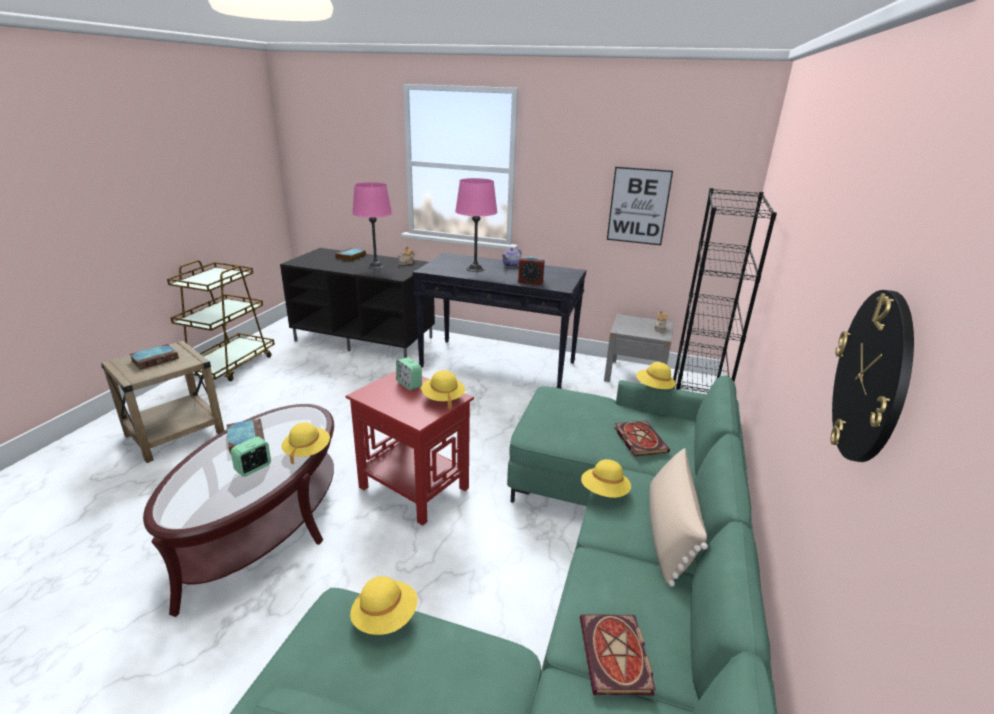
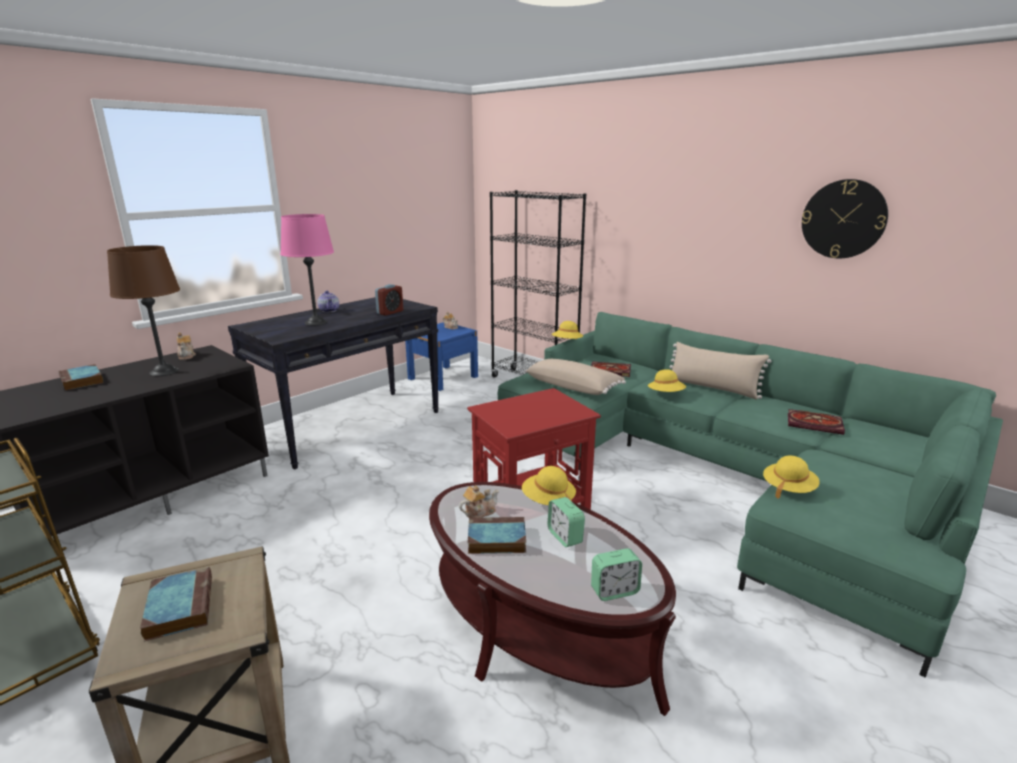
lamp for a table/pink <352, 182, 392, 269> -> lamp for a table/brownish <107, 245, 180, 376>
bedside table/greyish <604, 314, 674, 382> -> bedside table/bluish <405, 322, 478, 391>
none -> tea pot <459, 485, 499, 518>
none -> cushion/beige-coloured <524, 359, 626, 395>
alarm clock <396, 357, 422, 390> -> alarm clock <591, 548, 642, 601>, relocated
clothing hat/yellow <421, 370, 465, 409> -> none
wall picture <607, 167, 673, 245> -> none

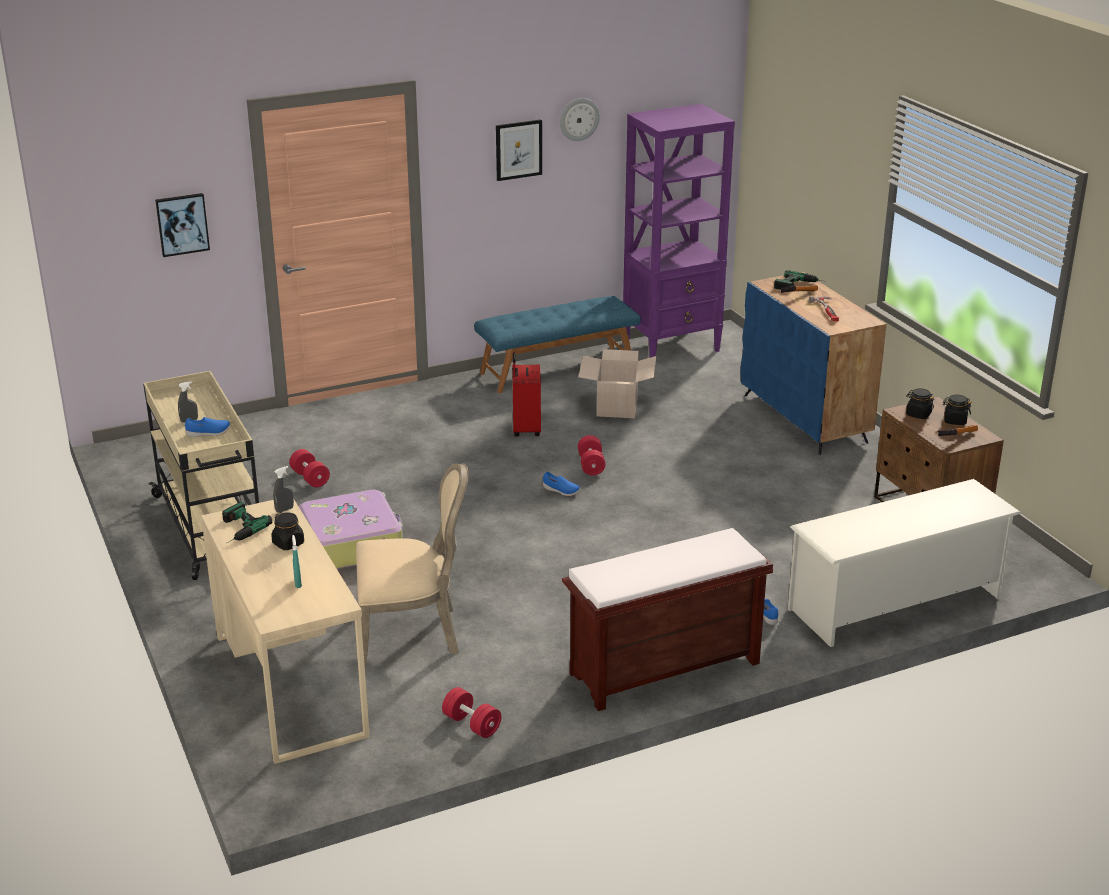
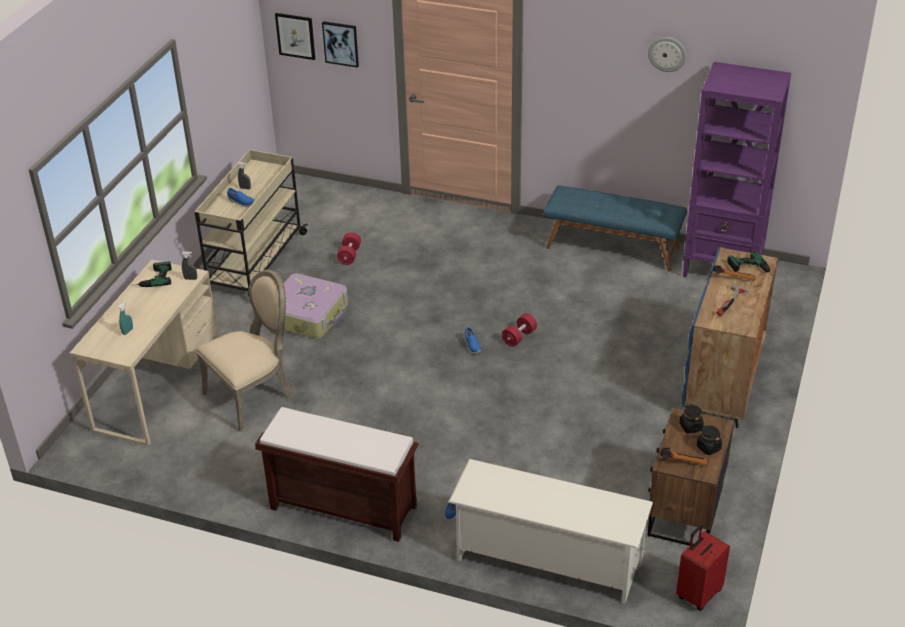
chair/beige-coloured <356, 464, 469, 669> -> chair/beige-coloured <197, 270, 294, 432>, 75 degrees counterclockwise
wall picture <496, 119, 542, 181> -> wall picture <275, 13, 315, 60>, relocated
suitcase/red <512, 353, 541, 437> -> suitcase/red <676, 525, 730, 611>, relocated
storage jar/black <271, 512, 304, 550> -> none
hand weight/red <442, 687, 501, 738> -> none
cardboard box <578, 349, 656, 418> -> none

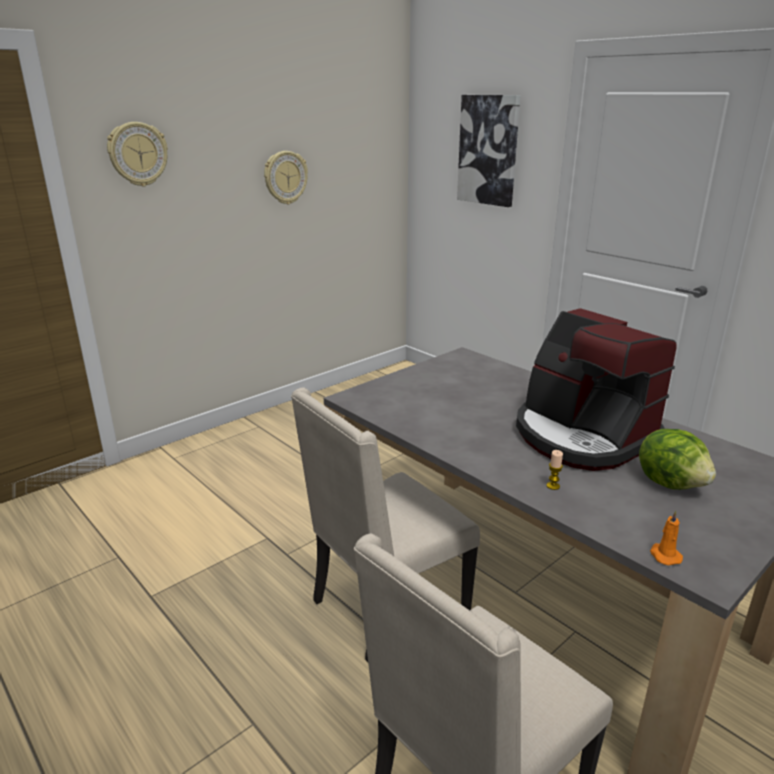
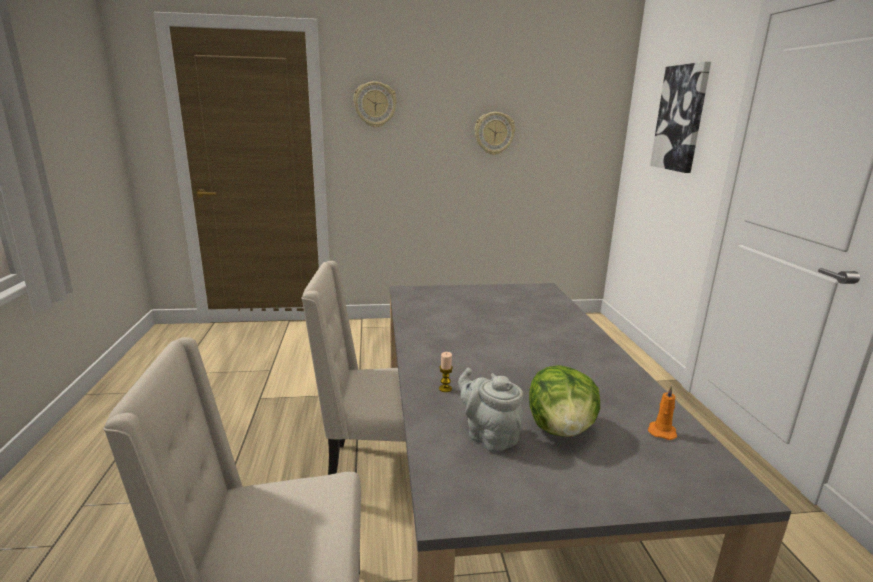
none -> tea pot/greyish <458, 368, 523, 453>
candle/orange <650, 510, 683, 565> -> candle/orange <648, 385, 677, 440>, relocated
coffee maker <516, 308, 677, 471> -> none

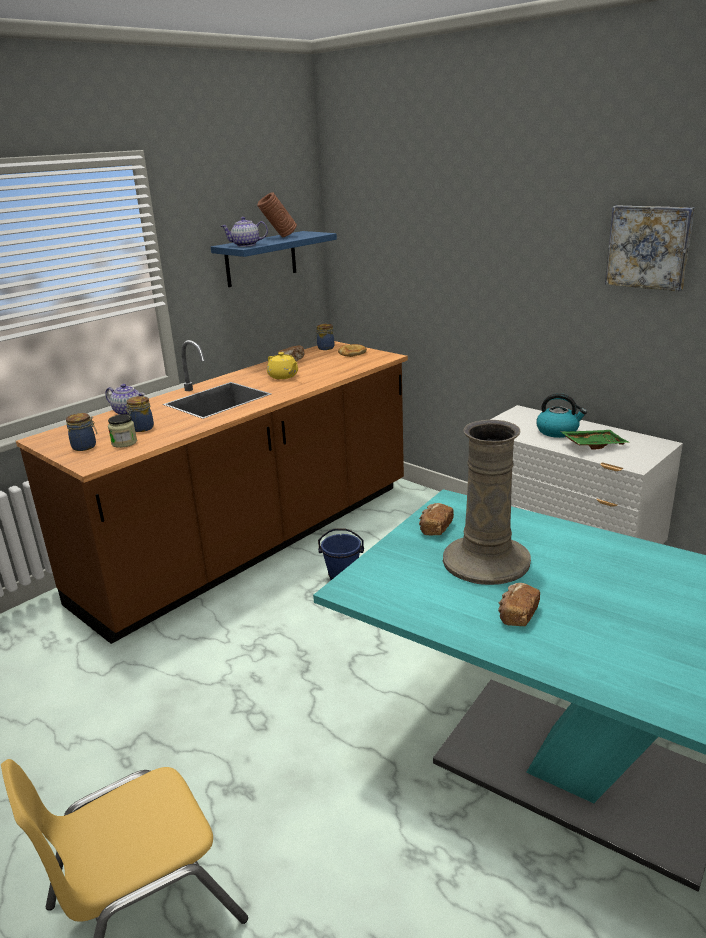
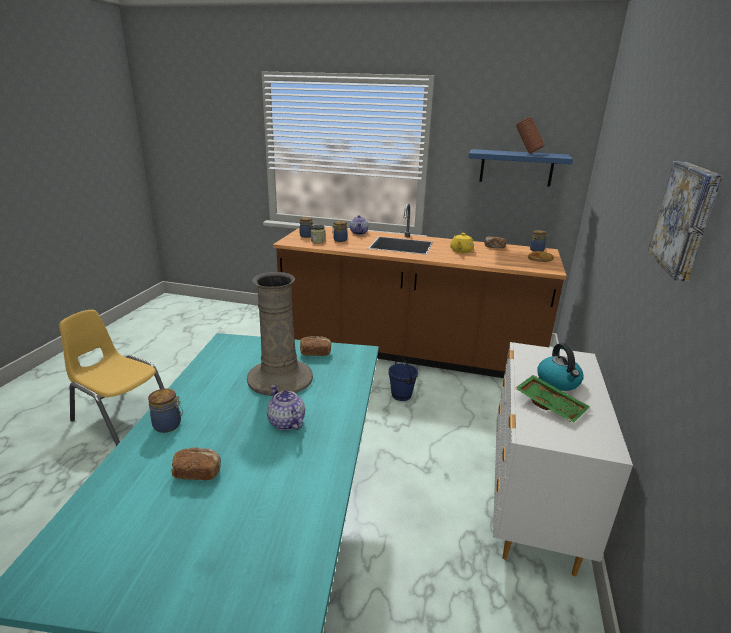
none -> storage jar <148, 388, 183, 433>
baked bread <498, 583, 540, 626> -> baked bread <172, 447, 221, 481>, relocated
tea pot <221, 217, 268, 247> -> tea pot <267, 385, 305, 430>, relocated

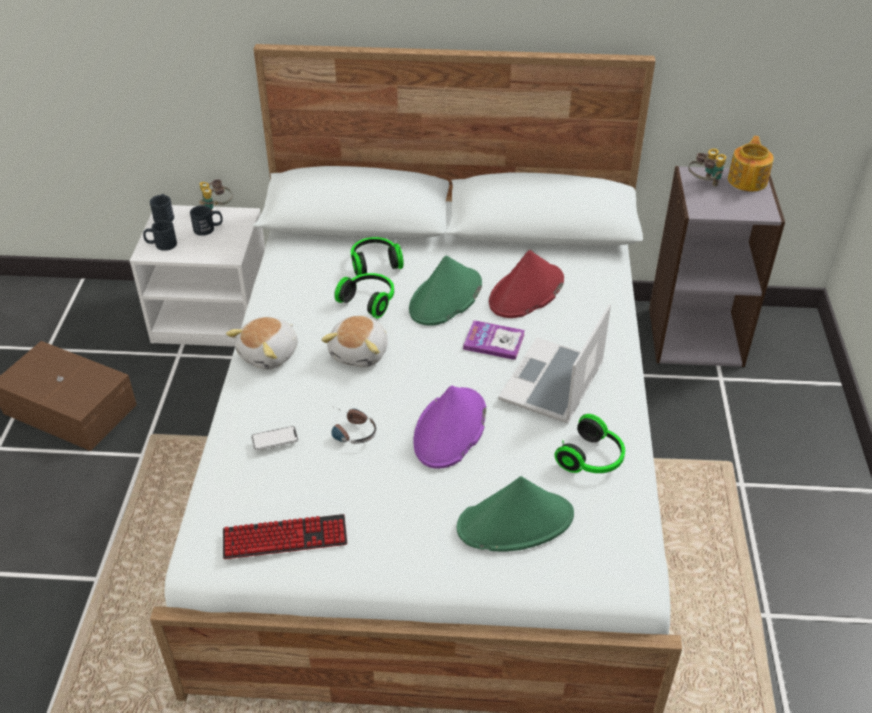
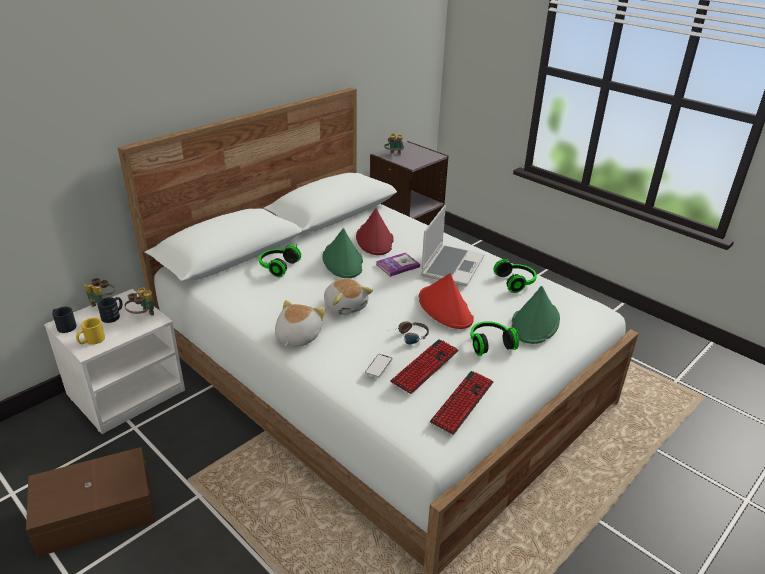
tea mug/black <143, 220, 177, 251> -> tea mug/yellow <76, 318, 105, 345>
none -> pair of binoculars <125, 287, 154, 316>
soft toy <226, 317, 298, 370> -> soft toy <275, 300, 325, 347>, 150 degrees counterclockwise
none -> PC keyboard <390, 339, 459, 394>
clothing hat/purple-coloured <413, 386, 486, 469> -> clothing hat/red <419, 273, 474, 329>
laptop <498, 304, 611, 423> -> laptop <421, 205, 485, 286>, 135 degrees counterclockwise
headphones <334, 273, 394, 318> -> headphones <470, 321, 519, 356>, relocated
tea pot <728, 136, 774, 191> -> none

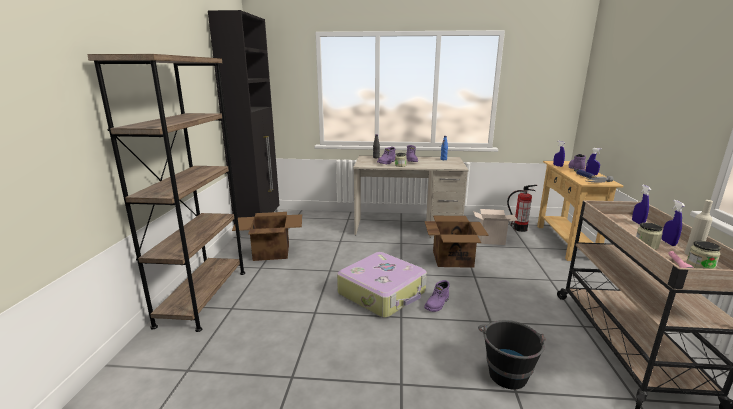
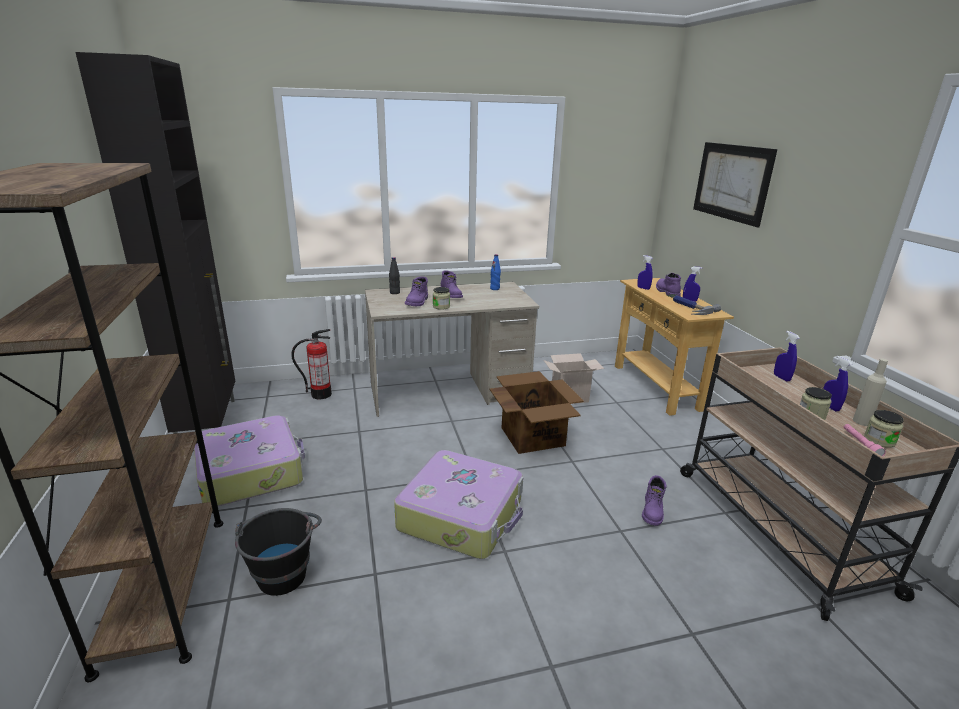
cardboard box <232, 212, 302, 261> -> suitcase <194, 415, 305, 506>
water bucket/black <478, 320, 546, 390> -> water bucket/black <235, 508, 322, 596>, relocated
fire extinguisher <507, 185, 537, 232> -> fire extinguisher <291, 329, 332, 399>, relocated
boot/purple-coloured <424, 280, 450, 312> -> boot/purple-coloured <642, 475, 667, 526>, relocated
none -> wall picture <693, 142, 777, 228>

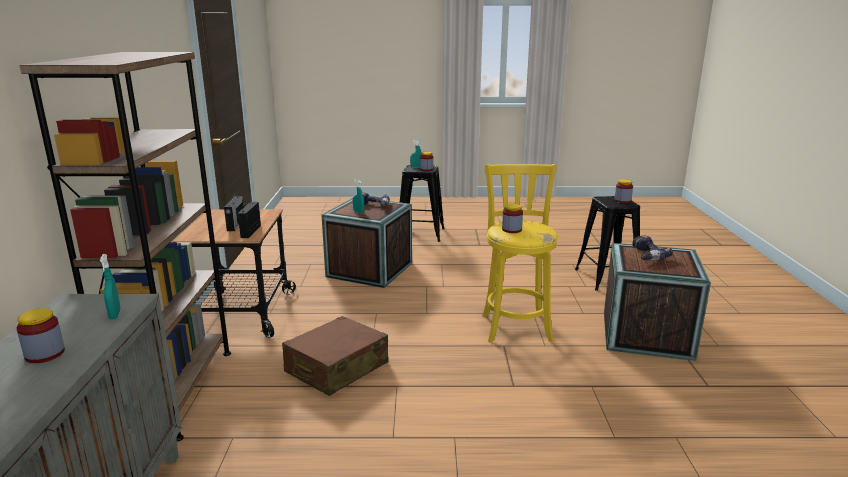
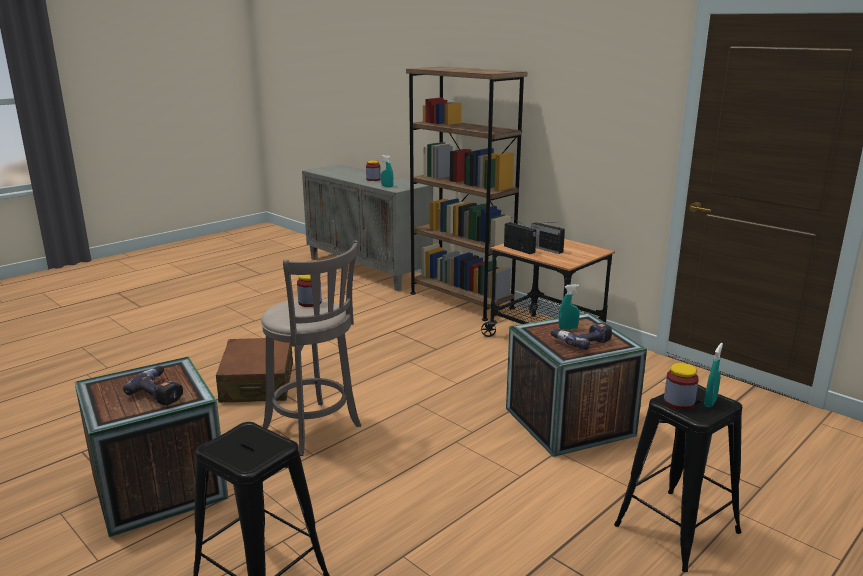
suitcase/brownish <282, 316, 389, 396> -> suitcase/brownish <216, 338, 293, 403>, relocated
stool seat/yellow <482, 164, 558, 343> -> stool seat/greyish <261, 240, 361, 456>
storage jar <614, 179, 633, 203> -> none

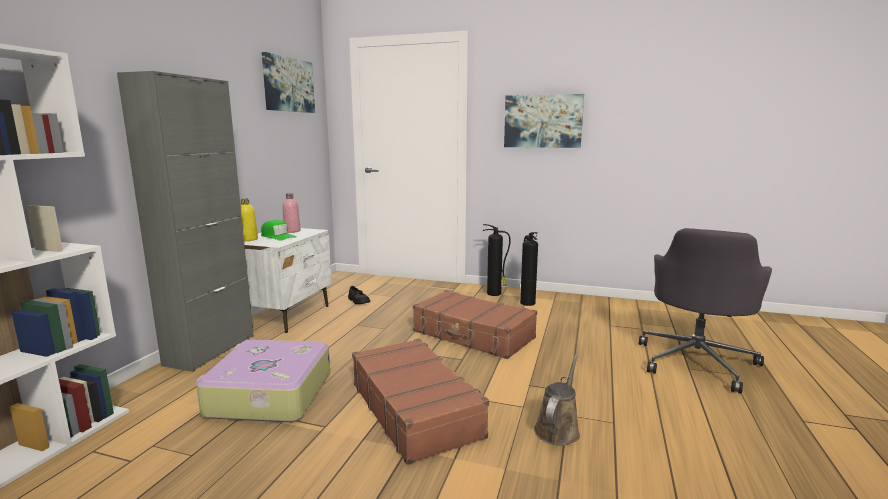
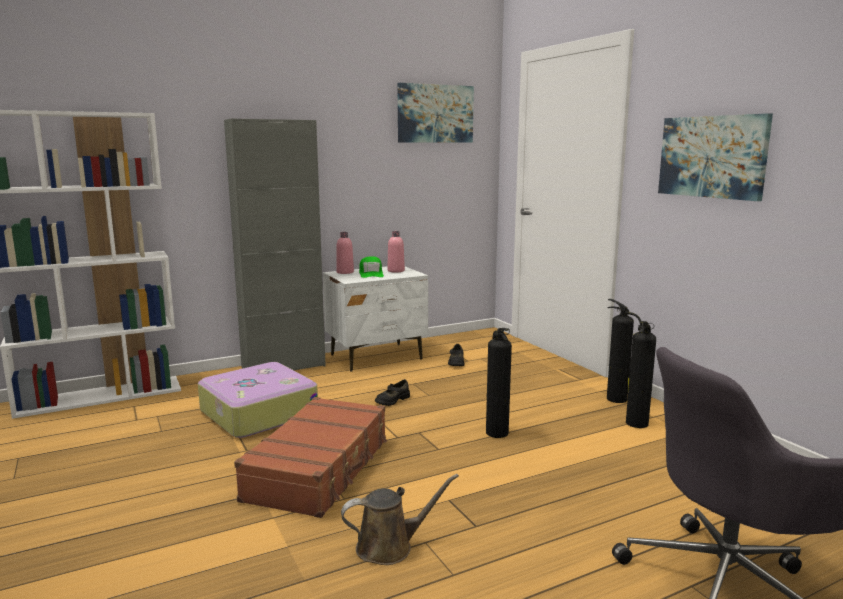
beverage bottle/yellow <241, 199, 258, 241> -> beverage bottle/pink <336, 232, 354, 274>
none -> low shoe/black <375, 379, 410, 406>
suitcase/brownish <413, 290, 537, 359> -> fire extinguisher <486, 328, 512, 438>

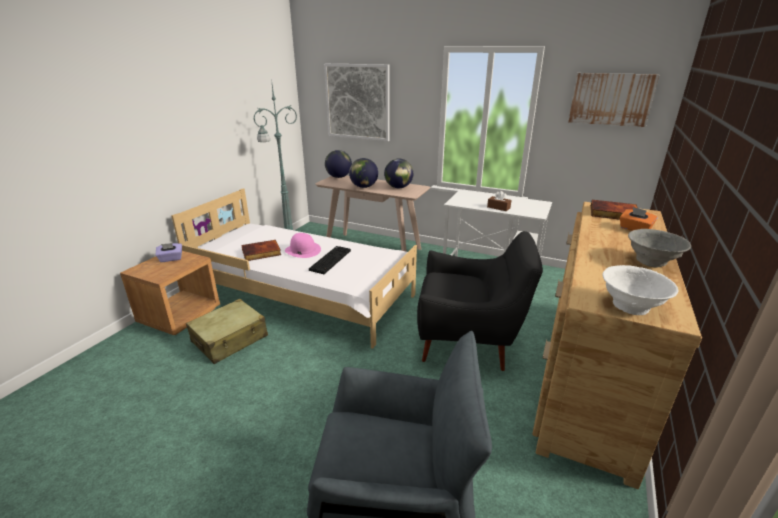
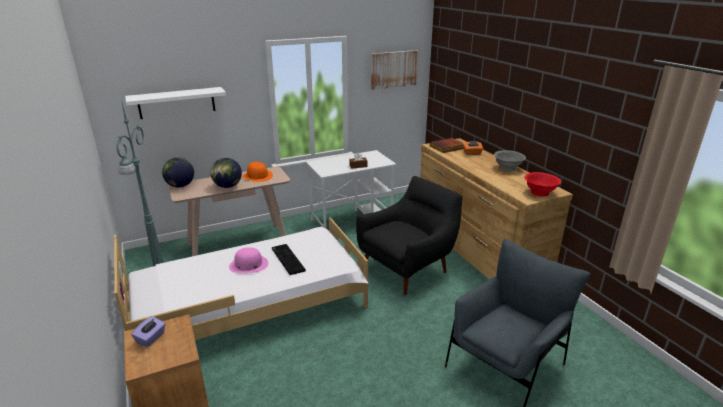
wall picture <324, 64, 389, 141> -> wall shelf/white-coloured <125, 87, 226, 119>
globe <384, 159, 414, 188> -> clothing hat/orange <243, 162, 273, 182>
bowl/white-coloured <602, 265, 679, 315> -> bowl/red <524, 172, 561, 197>
suitcase/beige-coloured <186, 299, 268, 364> -> none
bound book <241, 240, 281, 261> -> none

